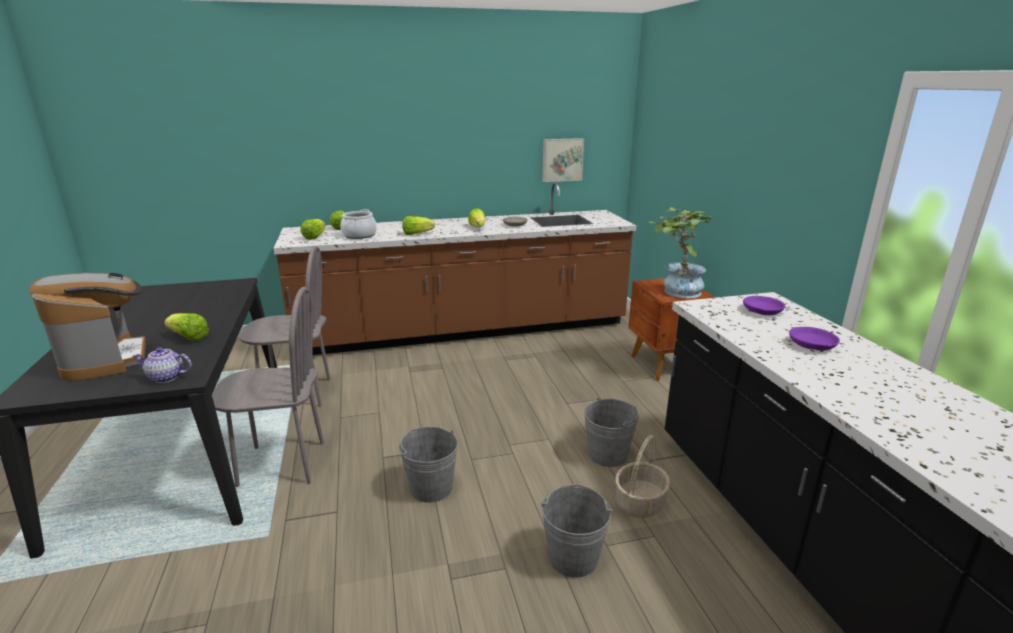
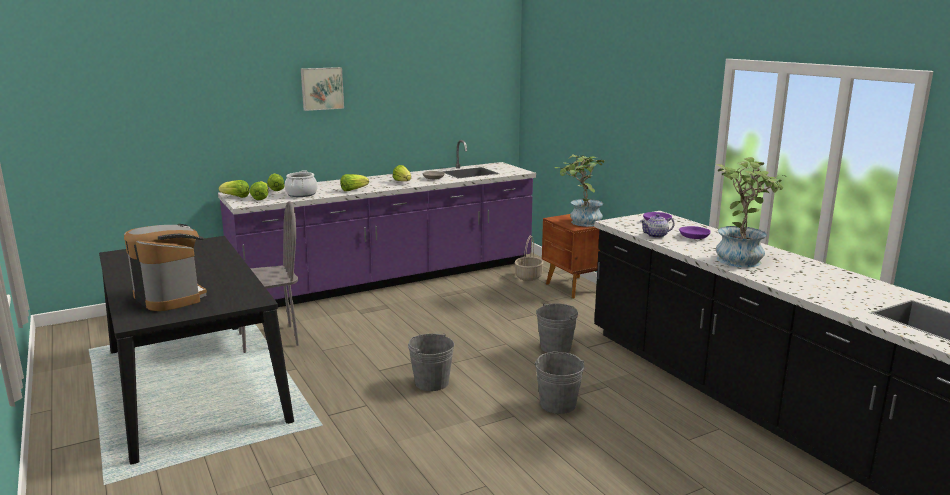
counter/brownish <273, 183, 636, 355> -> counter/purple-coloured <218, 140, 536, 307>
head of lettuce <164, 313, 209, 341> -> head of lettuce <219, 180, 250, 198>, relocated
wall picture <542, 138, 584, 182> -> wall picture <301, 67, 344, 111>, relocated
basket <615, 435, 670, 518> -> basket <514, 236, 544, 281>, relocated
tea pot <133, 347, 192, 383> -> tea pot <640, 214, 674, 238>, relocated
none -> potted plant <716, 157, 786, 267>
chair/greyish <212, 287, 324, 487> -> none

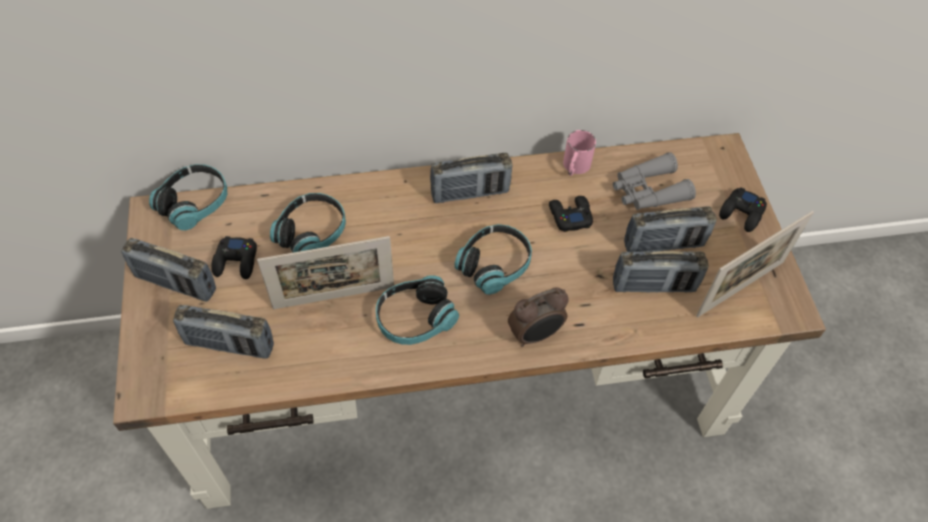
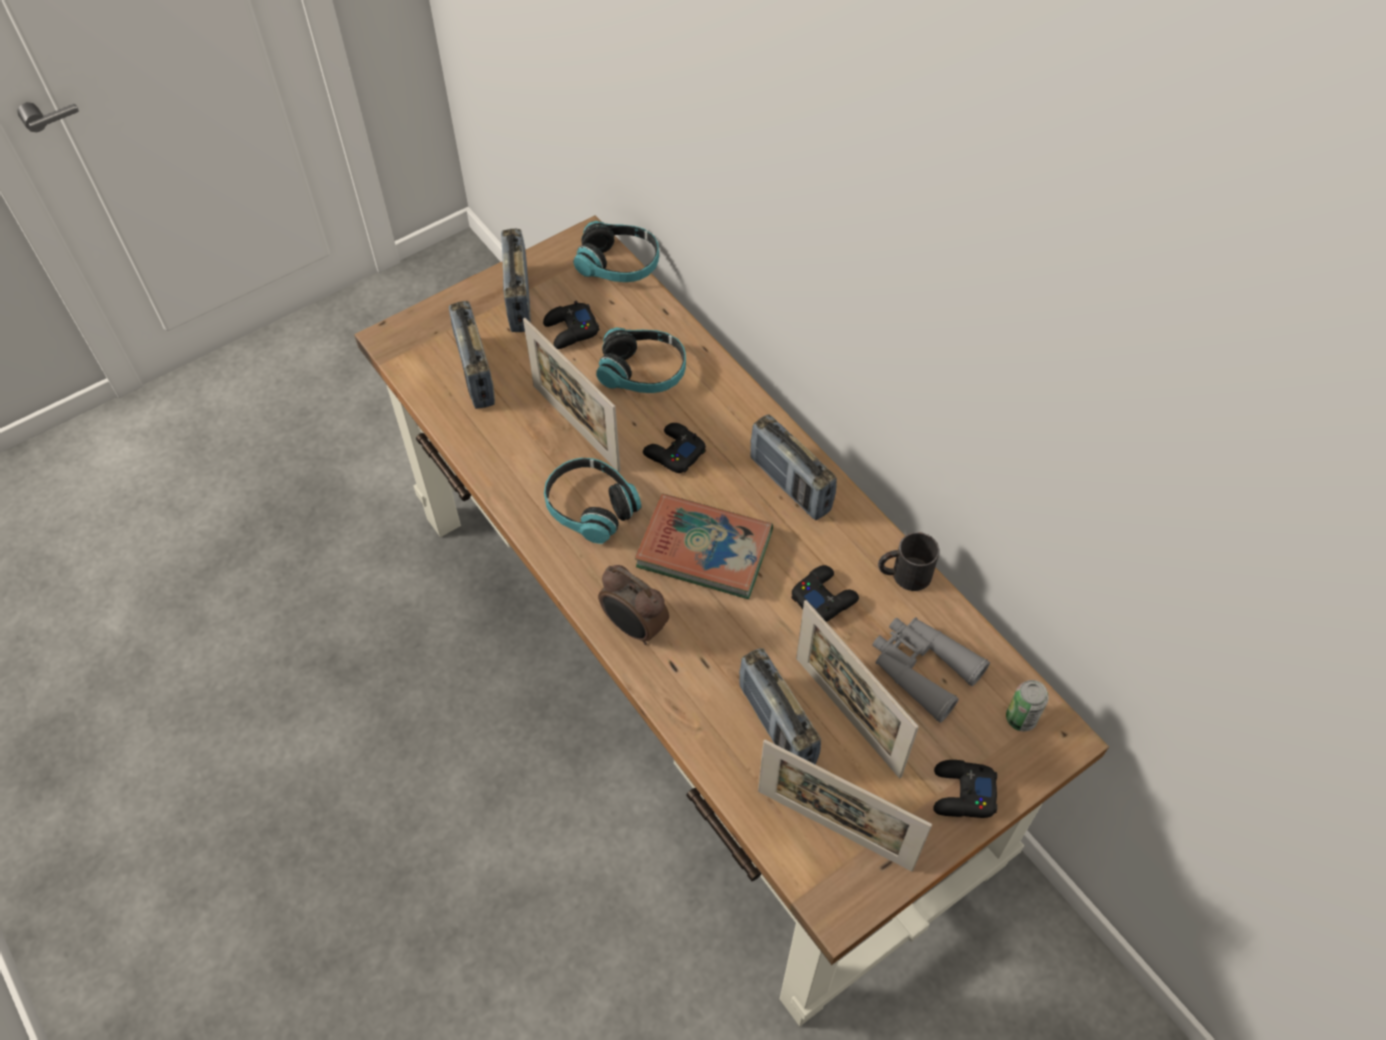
headphones <454, 224, 532, 295> -> bound book <635, 493, 773, 599>
none -> game controller/black <643, 423, 706, 473>
radio set <624, 206, 716, 252> -> standing frame <796, 600, 919, 779>
tea mug/pink <563, 130, 596, 176> -> tea mug/black <878, 532, 940, 591>
none -> metal can <1006, 680, 1049, 732>

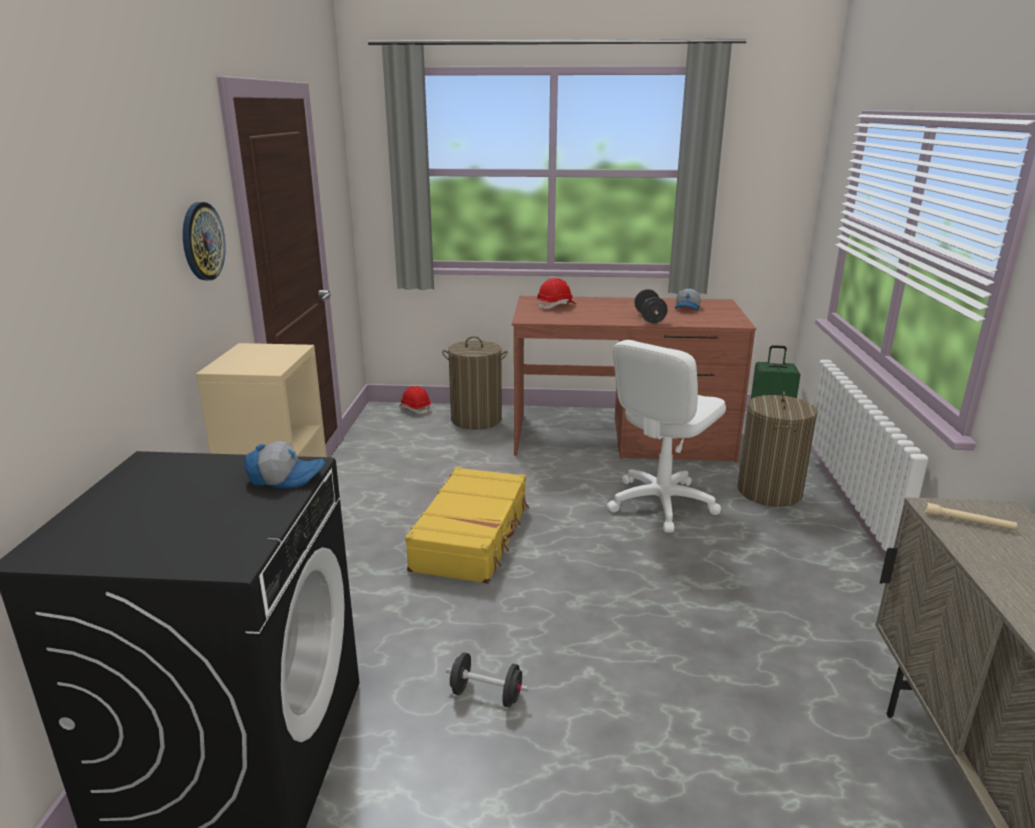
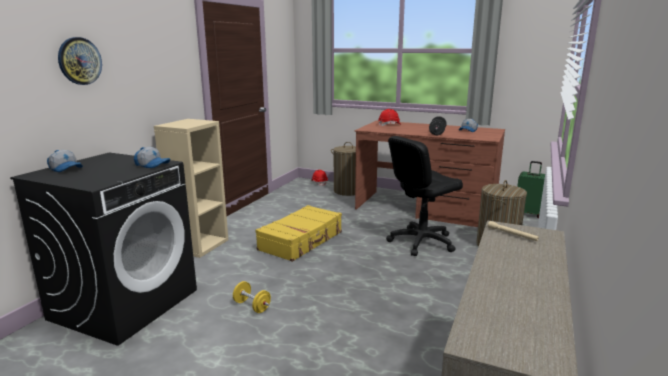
none -> baseball cap <47, 150, 83, 172>
clock on the wall <183, 202, 226, 280> -> clock on the wall <58, 37, 102, 85>, relocated
hand weight/black <446, 652, 528, 707> -> hand weight/yellow <233, 281, 271, 313>
desk chair/white-coloured <607, 340, 726, 533> -> desk chair/black <386, 136, 463, 256>

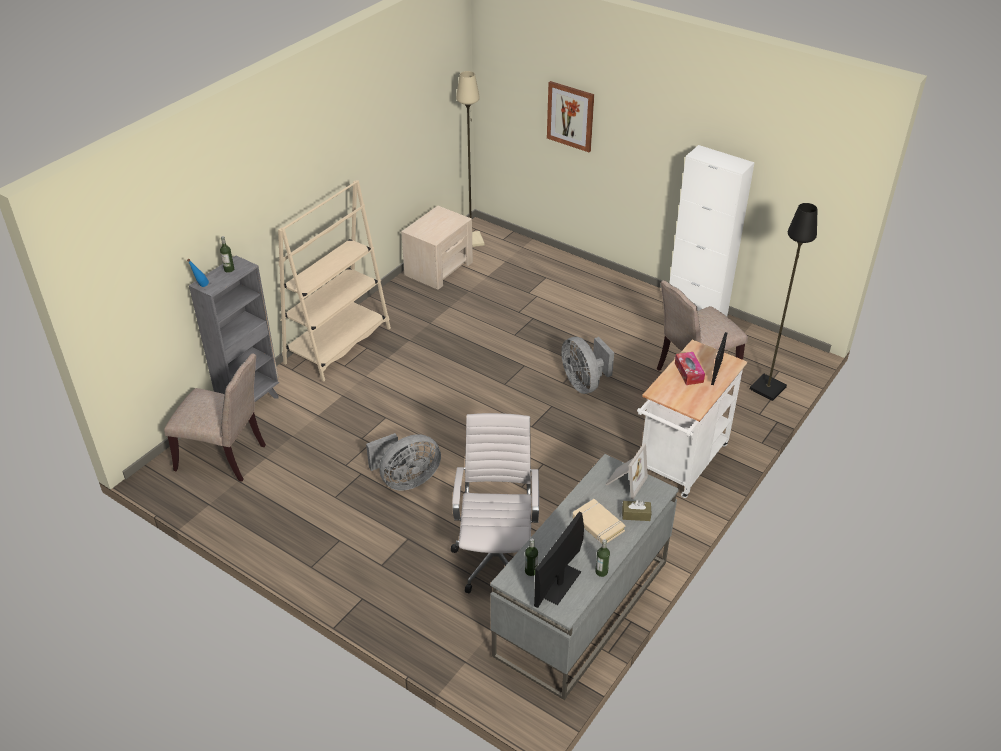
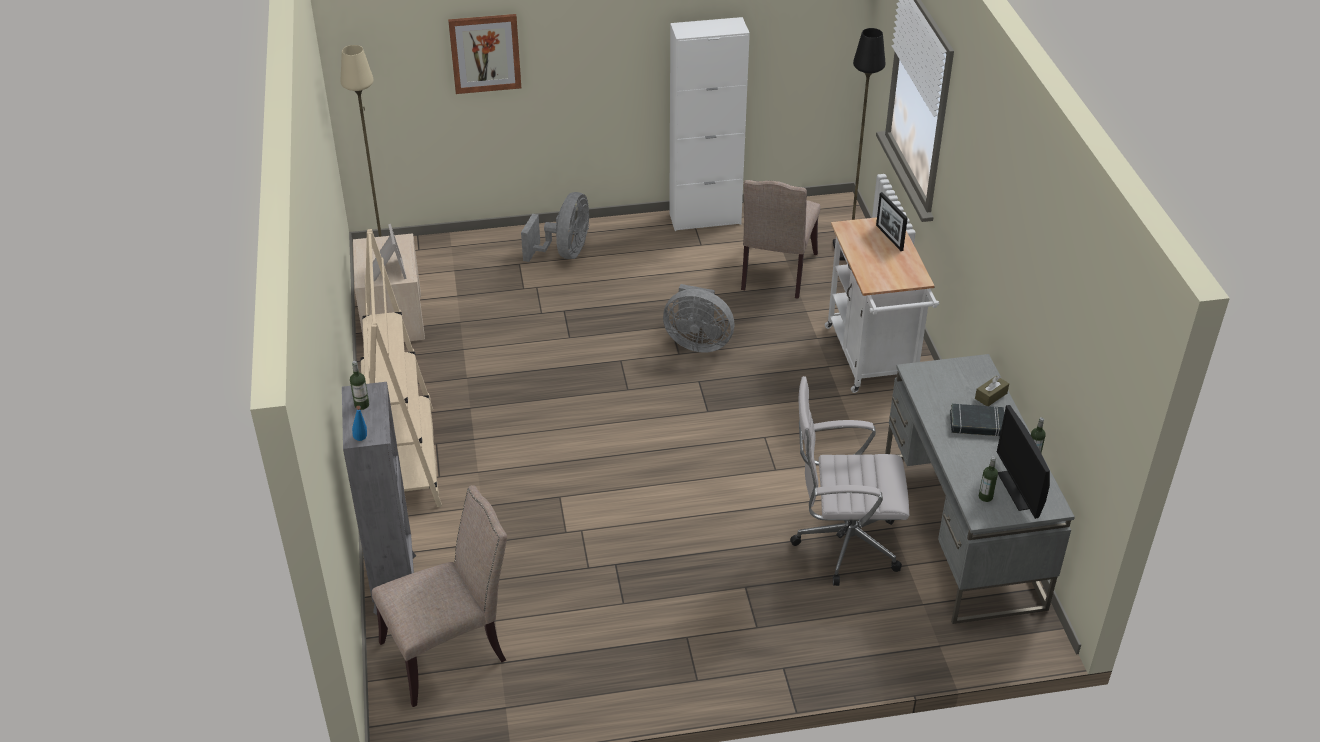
standing frame <605, 443, 648, 499> -> standing frame <373, 224, 407, 281>, relocated
electric fan/greyish <366, 433, 441, 491> -> electric fan/greyish <521, 192, 589, 262>, relocated
desk chair/white-coloured <451, 413, 539, 594> -> desk chair/white-coloured <790, 376, 909, 586>, 45 degrees counterclockwise
bound book/beige-coloured <573, 499, 626, 544> -> bound book/black <950, 404, 1004, 437>
box of tissues <675, 352, 705, 385> -> none

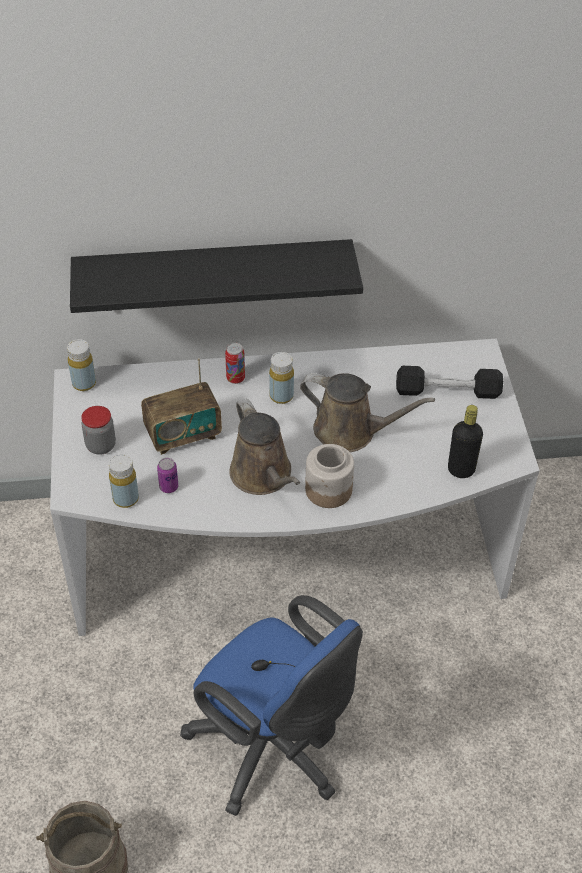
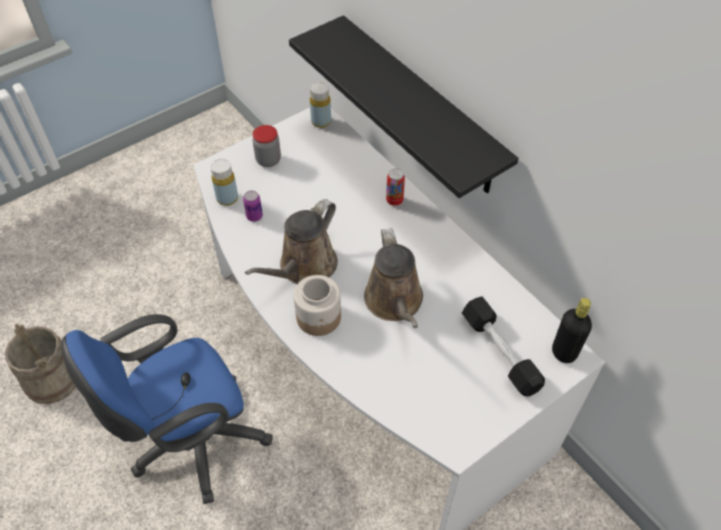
desk chair/bluish <180, 595, 363, 816> -> desk chair/bluish <61, 314, 273, 504>, 45 degrees clockwise
beverage bottle/black <448, 405, 483, 478> -> beverage bottle/black <552, 298, 592, 363>, relocated
radio set <141, 358, 222, 455> -> none
beverage bottle/yellow <269, 352, 294, 404> -> none

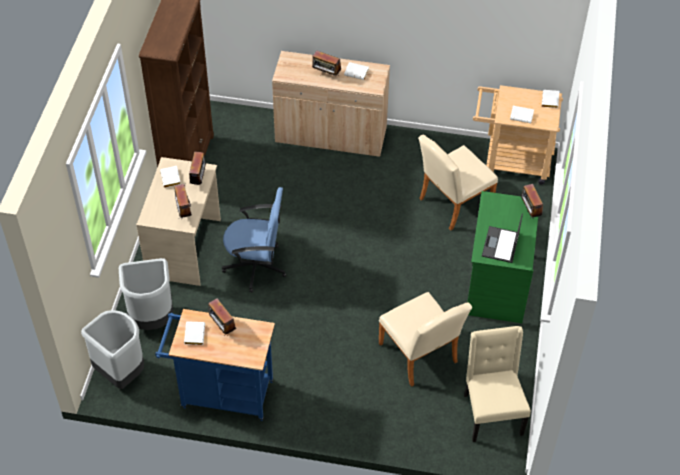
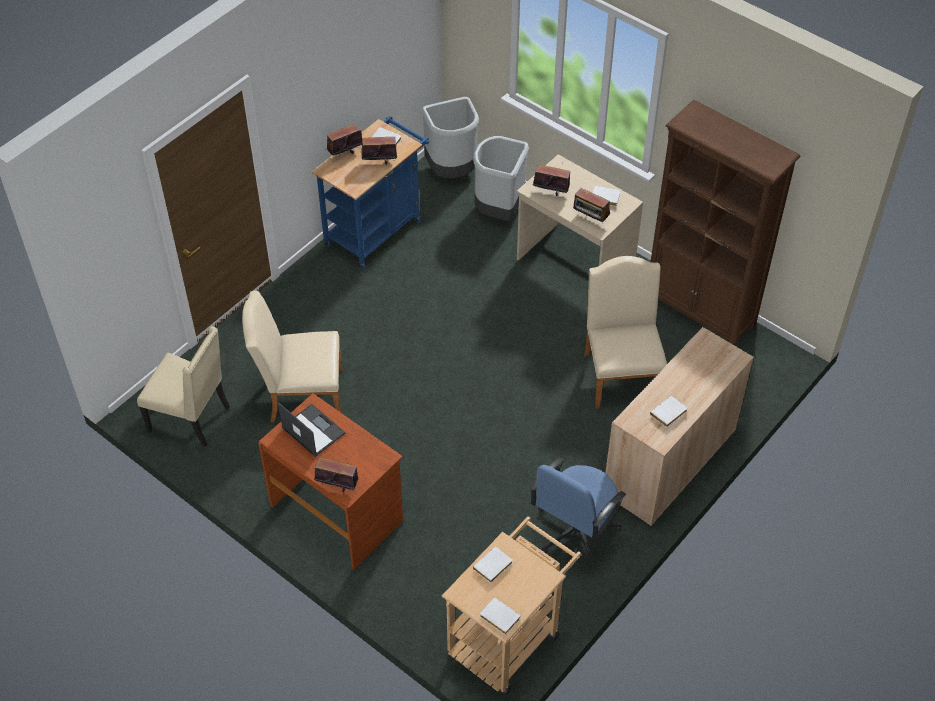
desk unit/green-coloured <467, 191, 538, 323> -> desk unit/brownish <258, 393, 403, 569>
radio set <312, 51, 342, 76> -> radio set <325, 124, 366, 155>, relocated
desk chair/bluish <222, 187, 286, 293> -> desk chair/bluish <530, 457, 626, 566>, relocated
chair/beige-coloured <418, 135, 498, 230> -> chair/beige-coloured <584, 256, 667, 409>, relocated

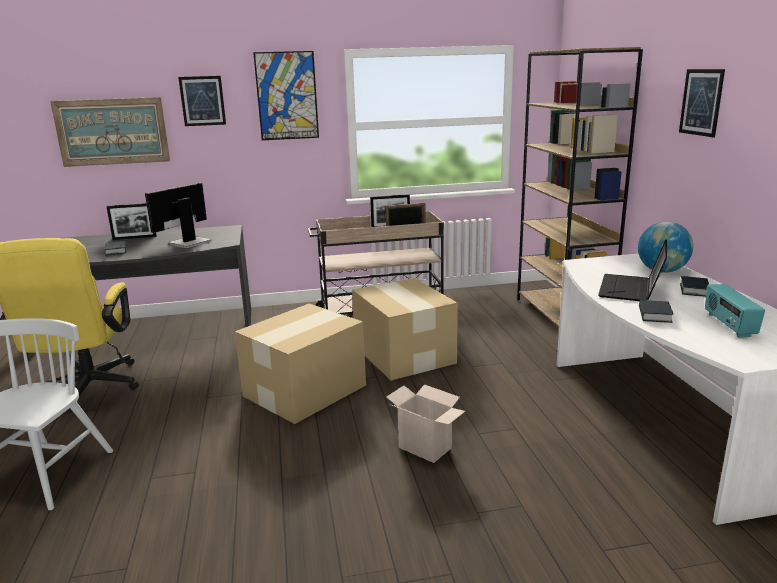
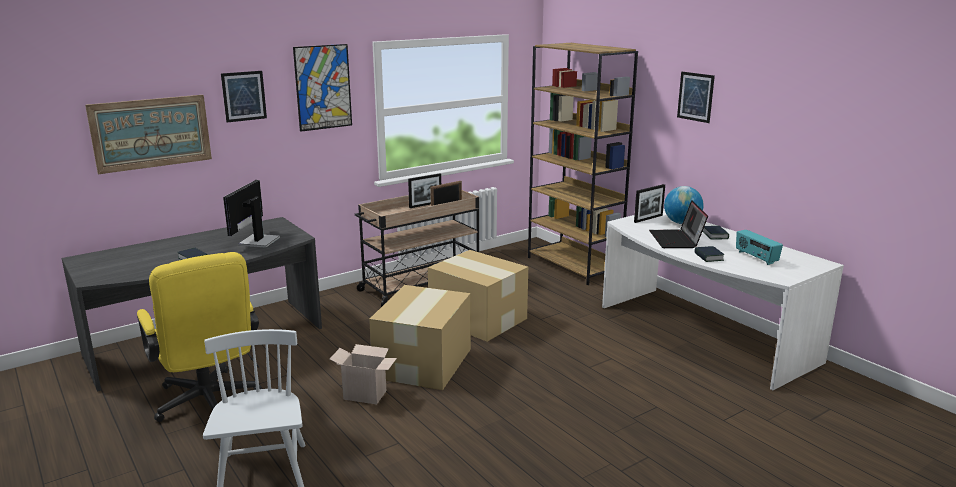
cardboard box <387, 384, 466, 463> -> cardboard box <330, 344, 397, 405>, relocated
standing frame <106, 203, 157, 240> -> standing frame <634, 184, 665, 223>, relocated

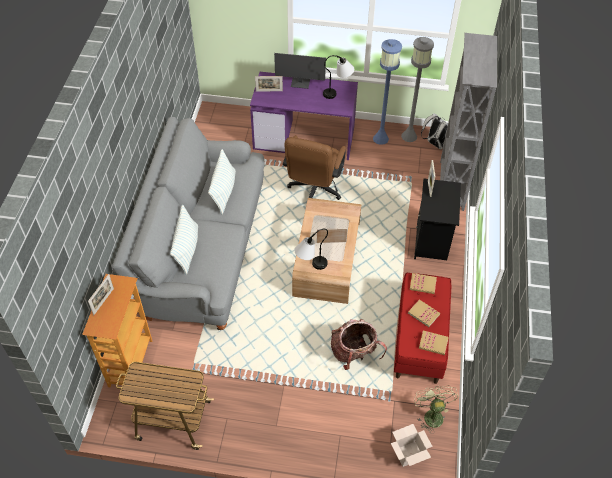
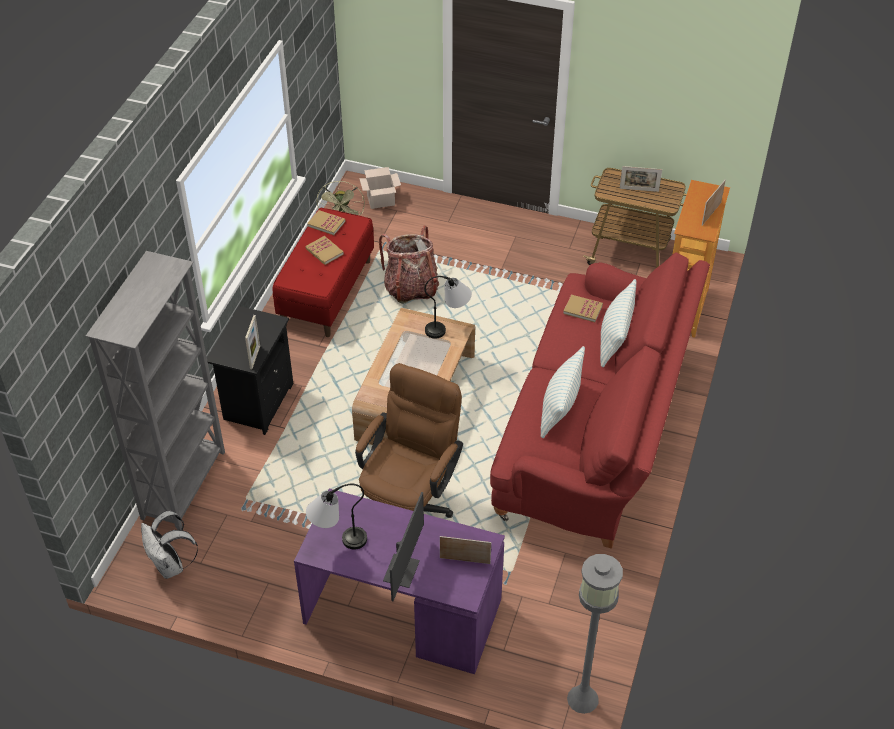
computer display <274, 53, 326, 89> -> computer display <383, 492, 424, 601>, 90 degrees clockwise
settee/greyish <112, 117, 265, 330> -> settee/red <490, 253, 710, 549>
bound book <410, 273, 437, 294> -> bound book <563, 295, 603, 322>, relocated
standard lamp/greyish <401, 37, 434, 142> -> standard lamp/greyish <567, 554, 623, 714>, relocated
standing frame <317, 228, 348, 243> -> standing frame <620, 166, 662, 192>, relocated
standard lamp/bluish <373, 39, 402, 145> -> none

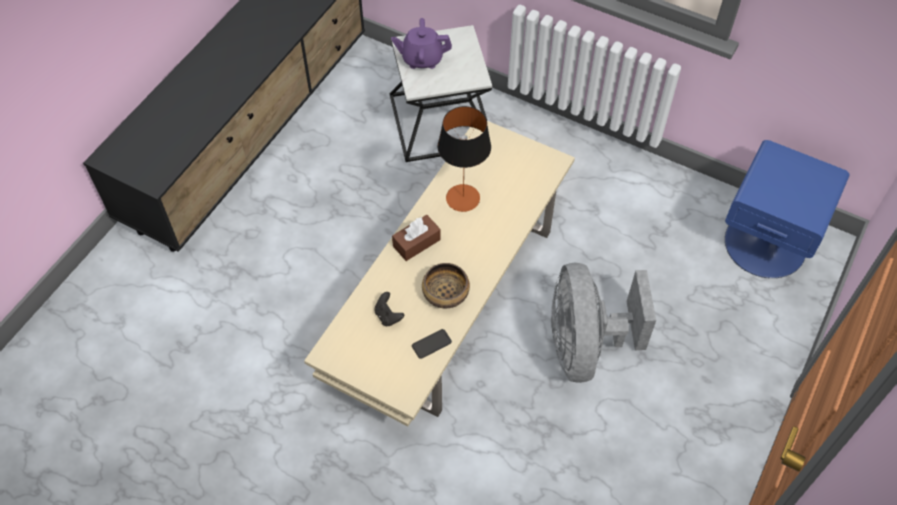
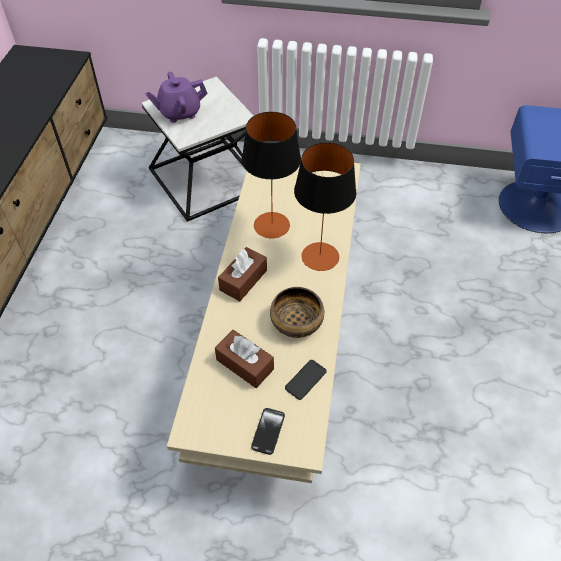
game controller/black <375, 292, 404, 326> -> box of tissues/brownish <215, 330, 274, 388>
none -> handset <251, 408, 285, 455>
none -> lamp for a table <294, 142, 357, 271>
electric fan/greyish <551, 263, 656, 383> -> none

